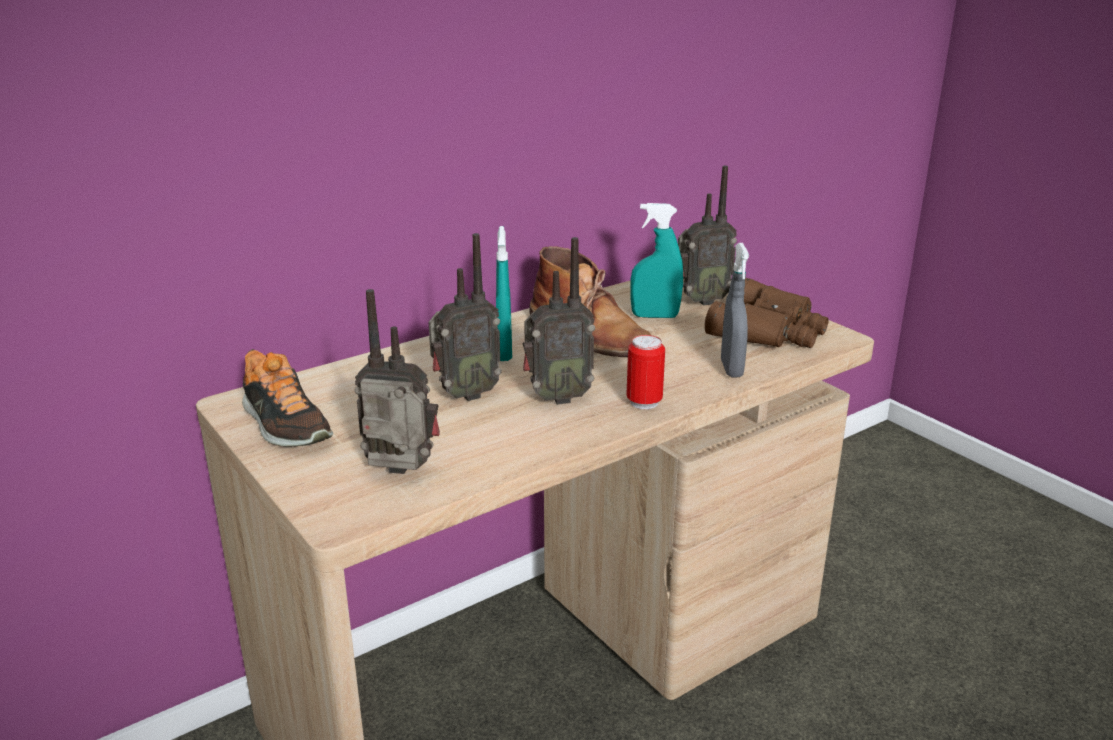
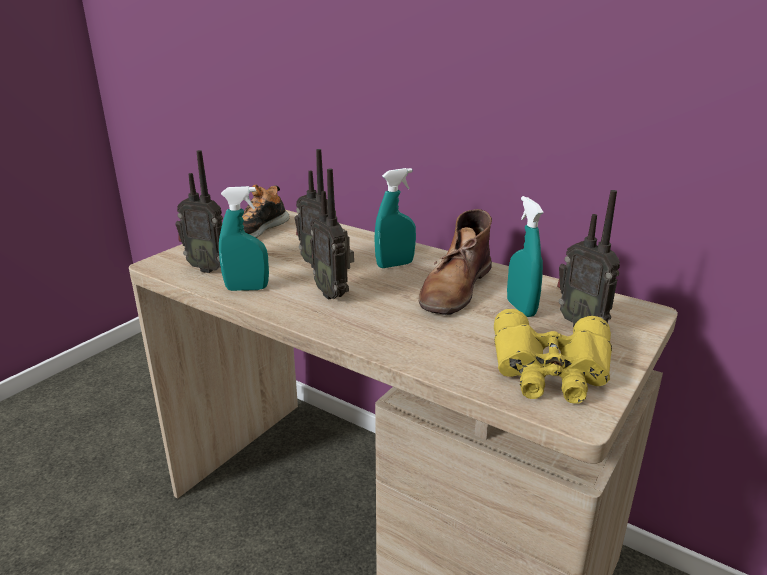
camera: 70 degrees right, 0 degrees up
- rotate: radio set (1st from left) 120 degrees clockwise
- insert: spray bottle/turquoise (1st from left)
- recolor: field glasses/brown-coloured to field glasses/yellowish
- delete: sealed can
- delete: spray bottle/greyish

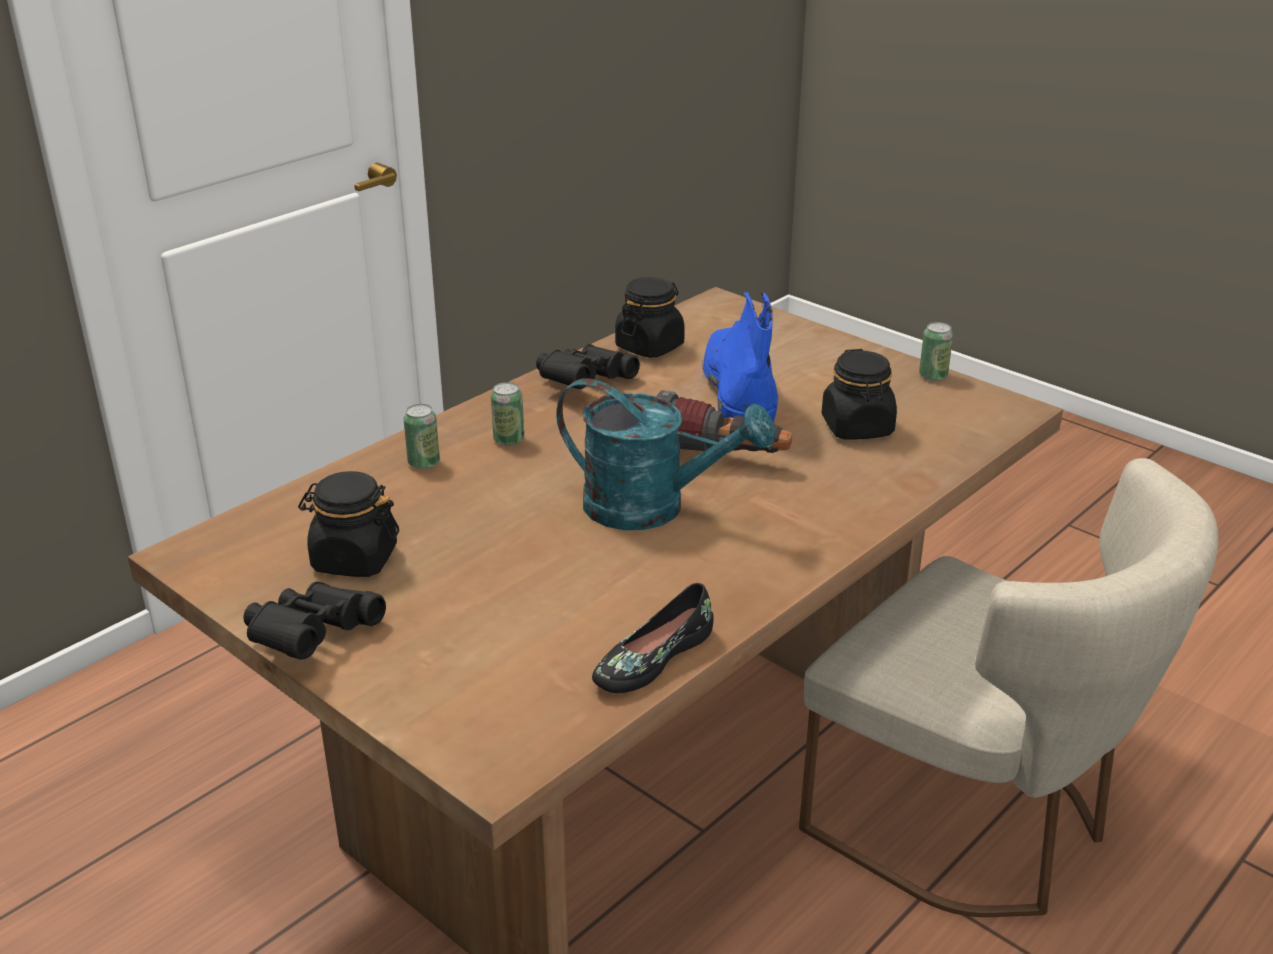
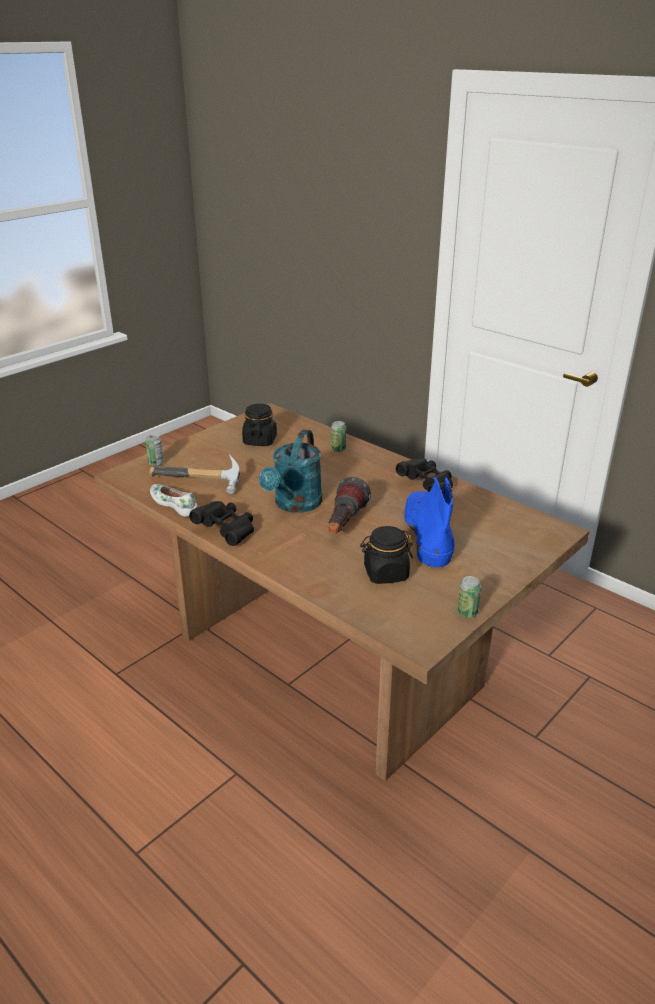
camera: 90 degrees right, 0 degrees up
- move: sealed can (2nd from left in the first image) to sealed can (1st from left)
- insert: hand hammer
- recolor: shoe/black-coloured to shoe/white
- move: field glasses/black-coloured (1st from left)
- rotate: tall boot/blue-coloured 90 degrees counterclockwise
- delete: jar/black-coloured (2nd from left)
- delete: plain chair/beige

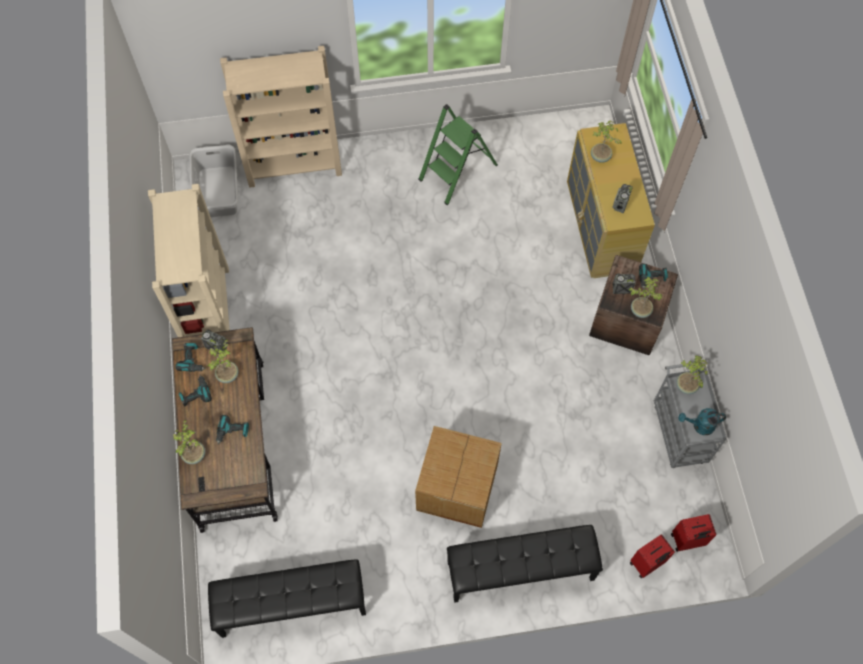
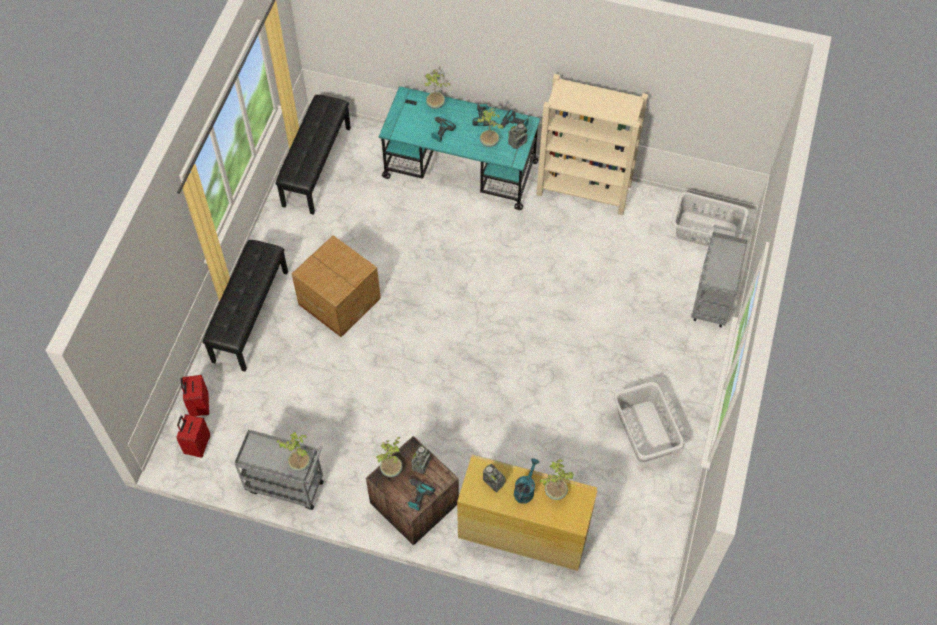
camera: 115 degrees right, 5 degrees down
- recolor: desk table/brown-coloured to desk table/turquoise
- move: sprinkling can/turquoise
- replace: stepladder/green to laundry basket/greyish (1st from left)
- replace: bookcase/beige (2nd from left) to trolley/greyish (2nd from left)

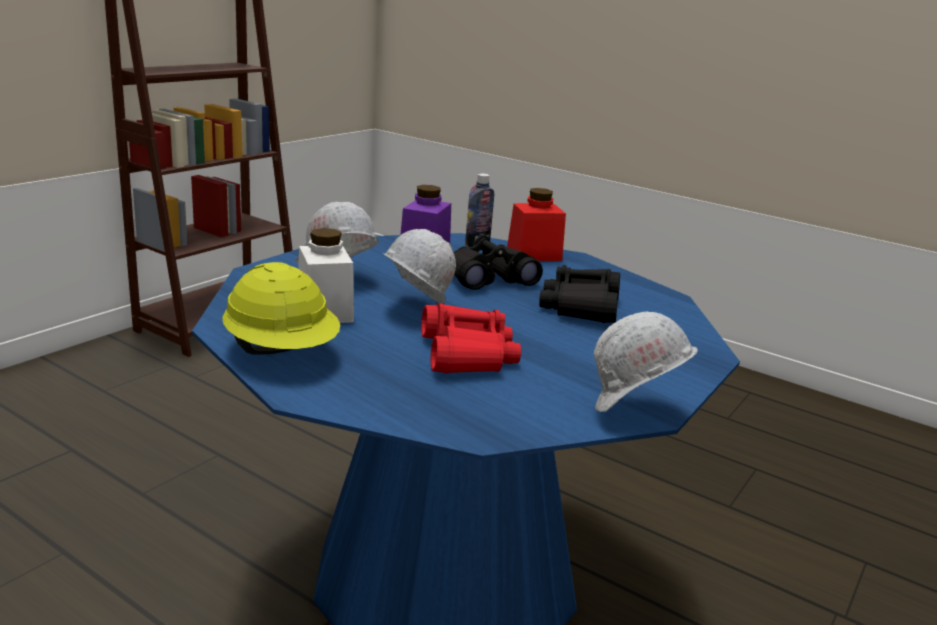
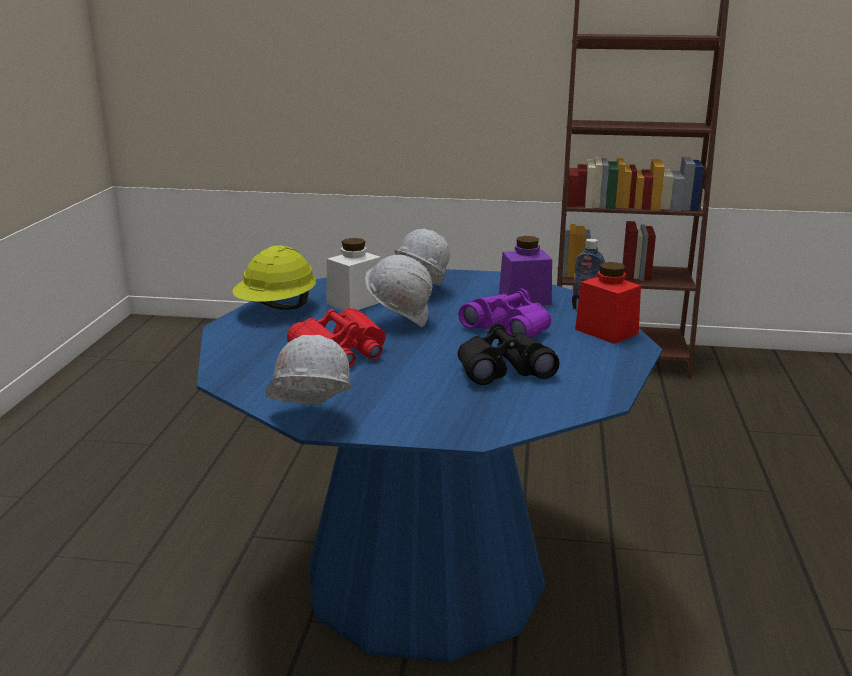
camera: 65 degrees right, 0 degrees up
- recolor: field glasses/black-coloured (1st from left) to field glasses/purplish

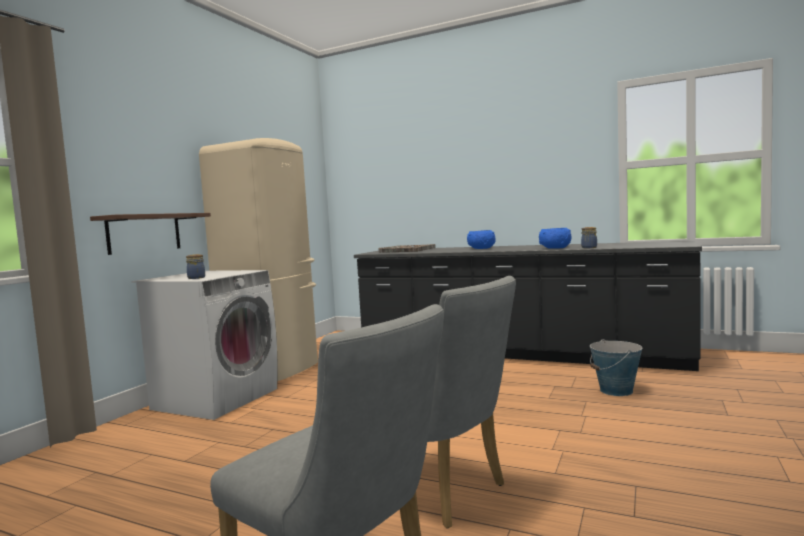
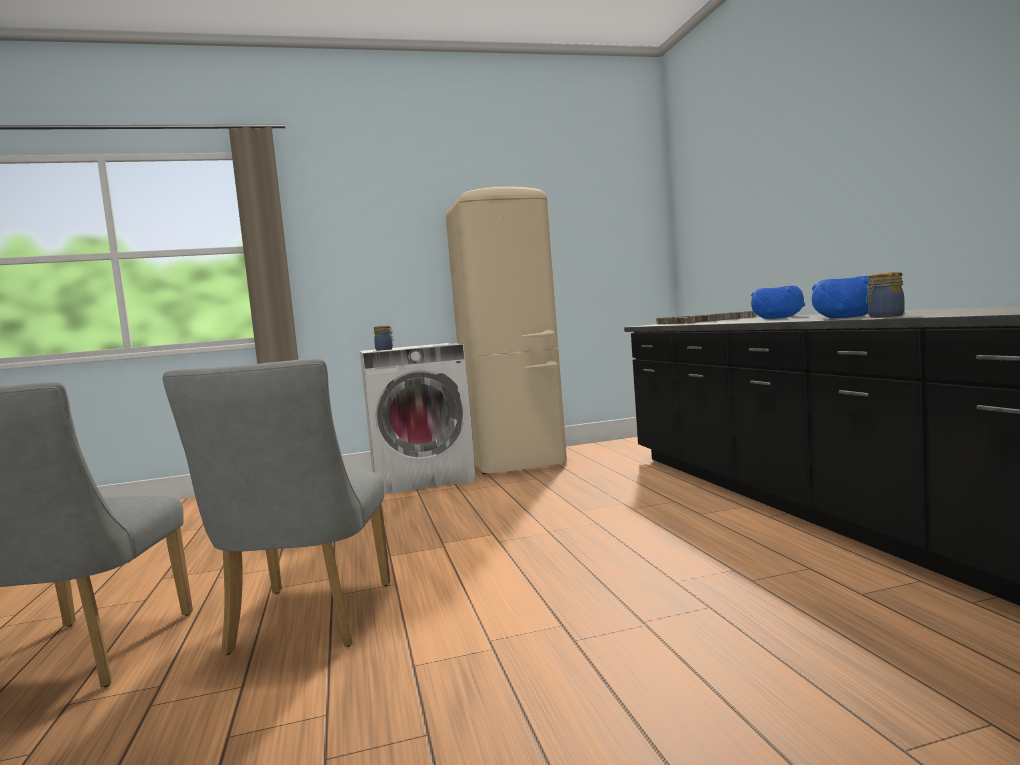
camera: 50 degrees right, 0 degrees up
- delete: wall shelf/brown-coloured
- delete: bucket

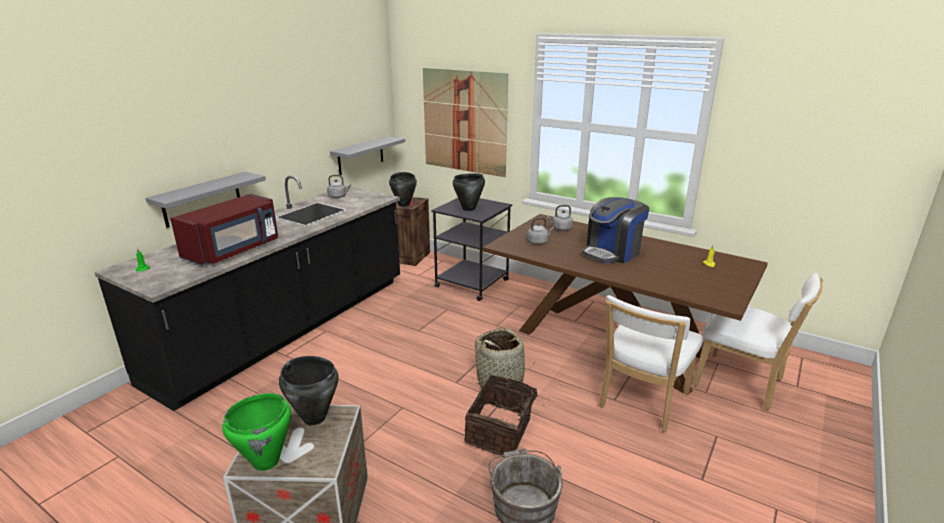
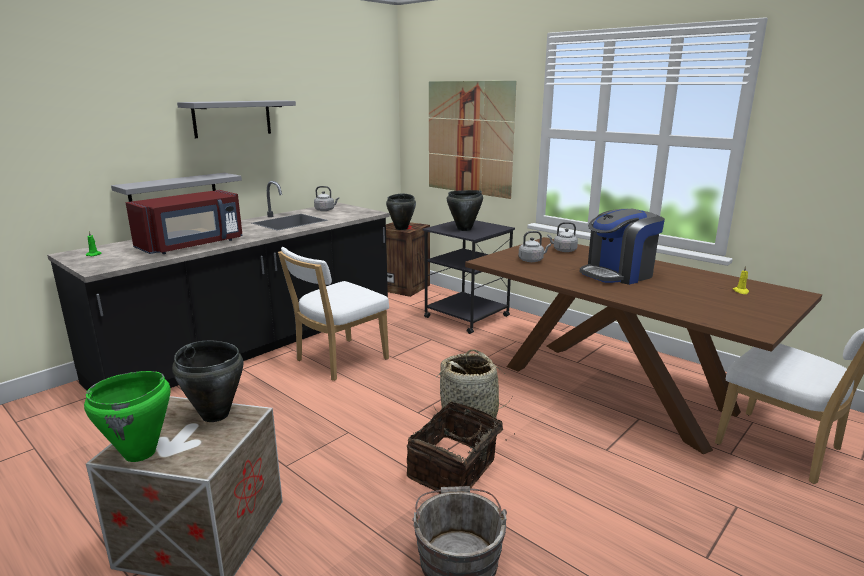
camera: 10 degrees right, 5 degrees down
- move: wall shelf/greyish (2nd from left)
- move: plain chair/white (1st from left)

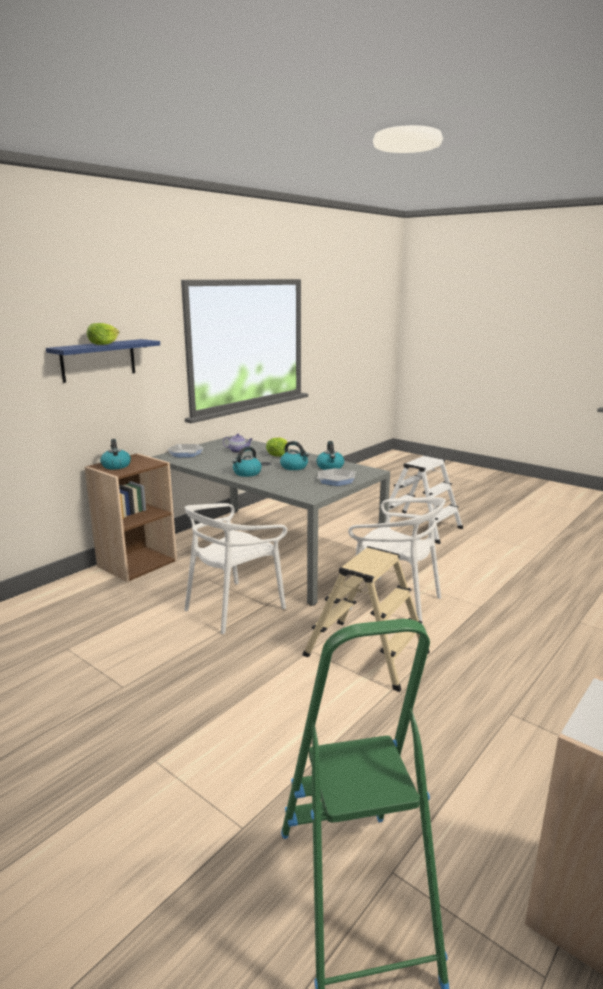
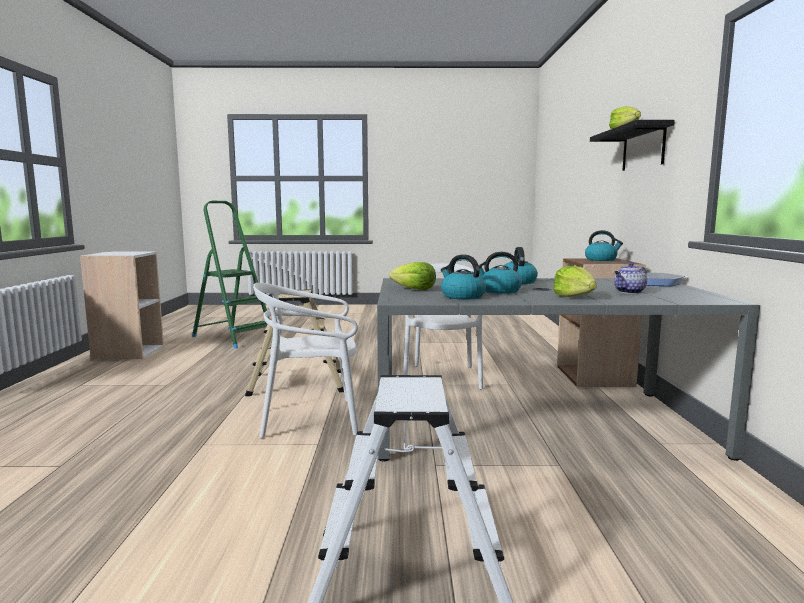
camera: 140 degrees right, 10 degrees down
- replace: frying pan (2nd from left) to lettuce head (1st from left)
- recolor: wall shelf/blue-coloured to wall shelf/black-coloured

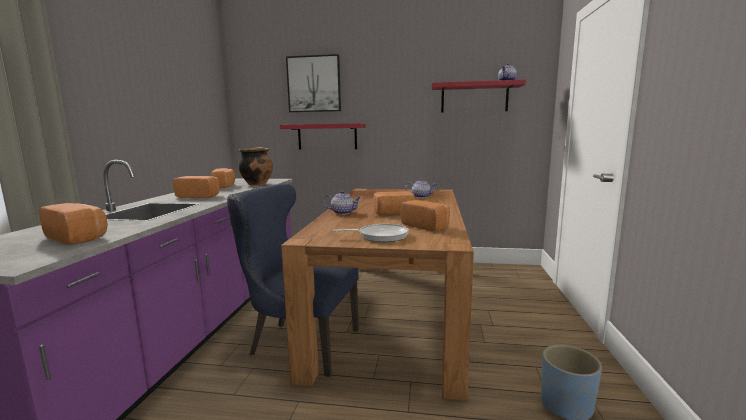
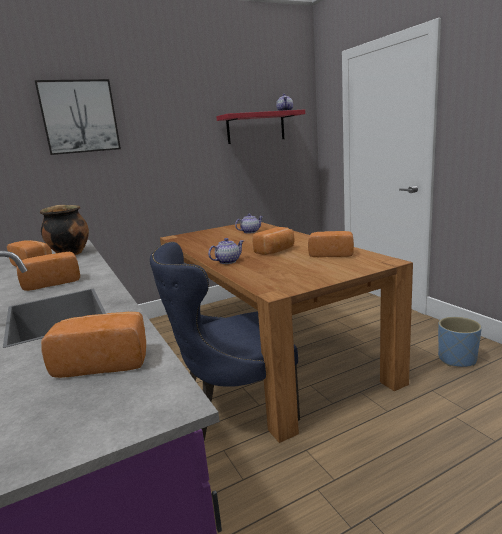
camera: 35 degrees left, 5 degrees up
- delete: wall shelf/red (1st from left)
- delete: frying pan

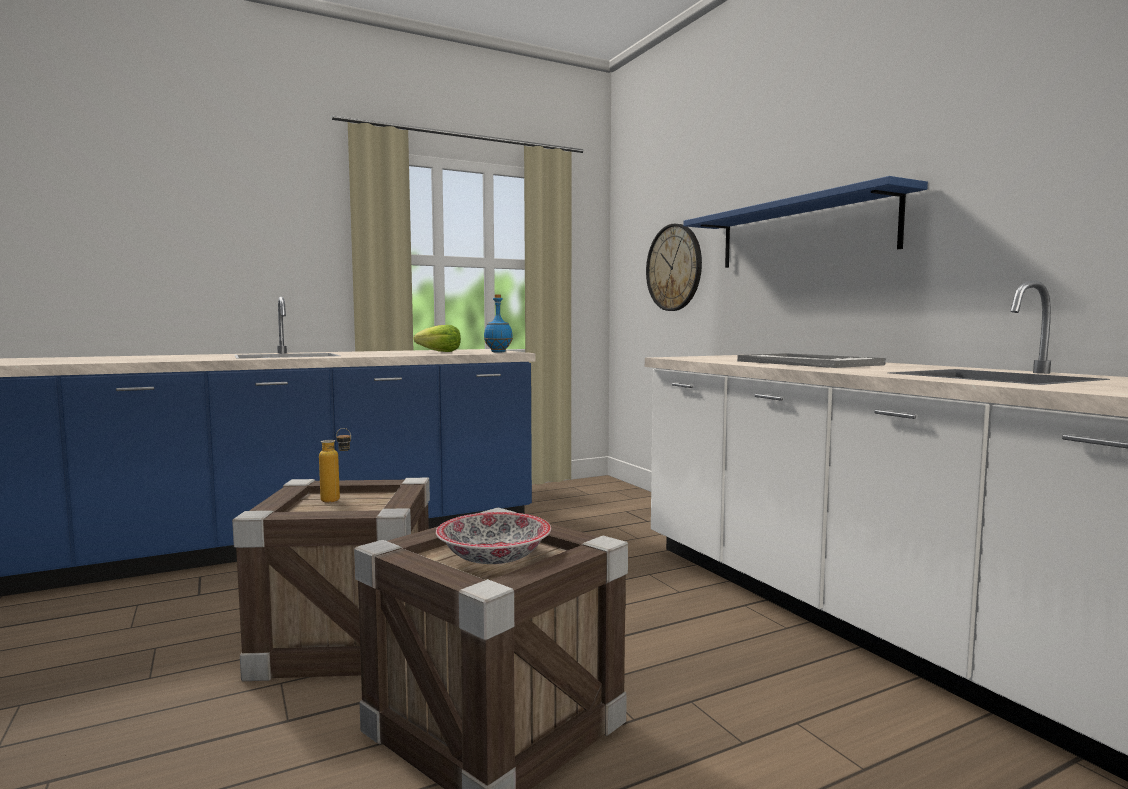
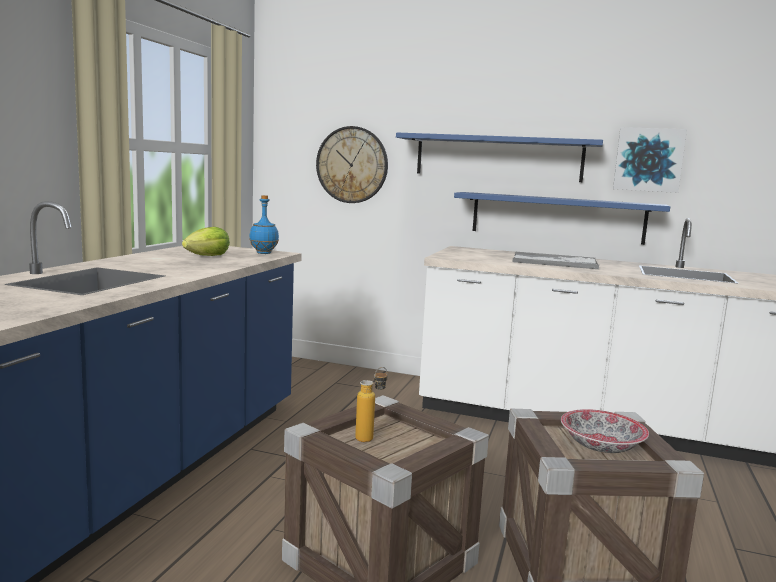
camera: 45 degrees left, 5 degrees up
- insert: wall shelf/blue-coloured (2nd from left)
- insert: picture

